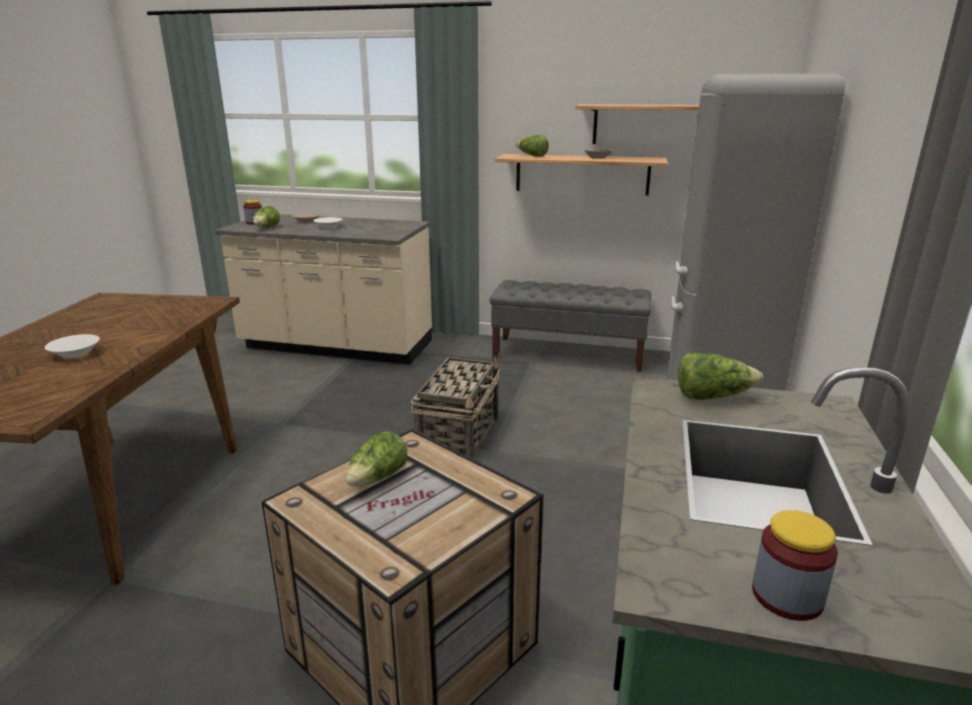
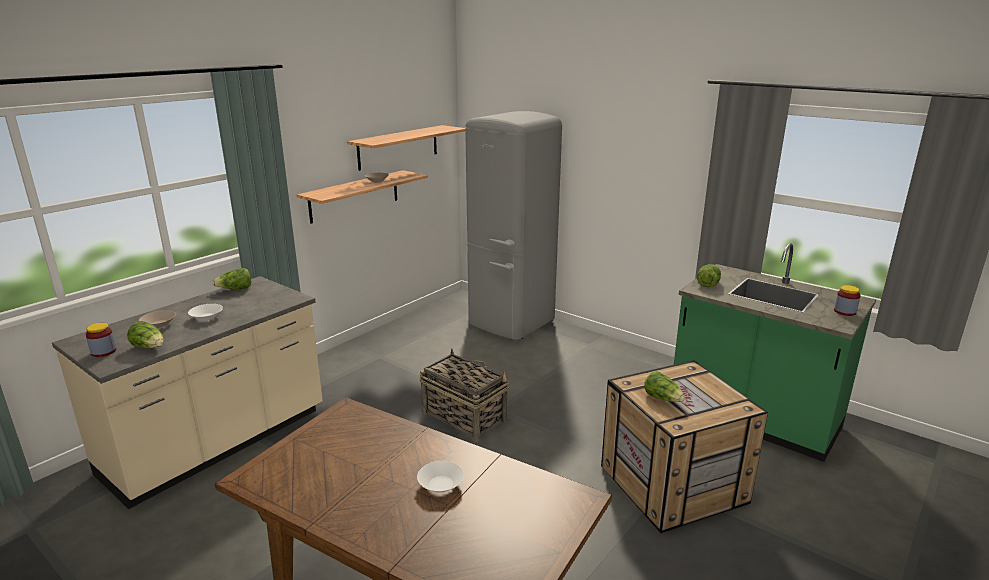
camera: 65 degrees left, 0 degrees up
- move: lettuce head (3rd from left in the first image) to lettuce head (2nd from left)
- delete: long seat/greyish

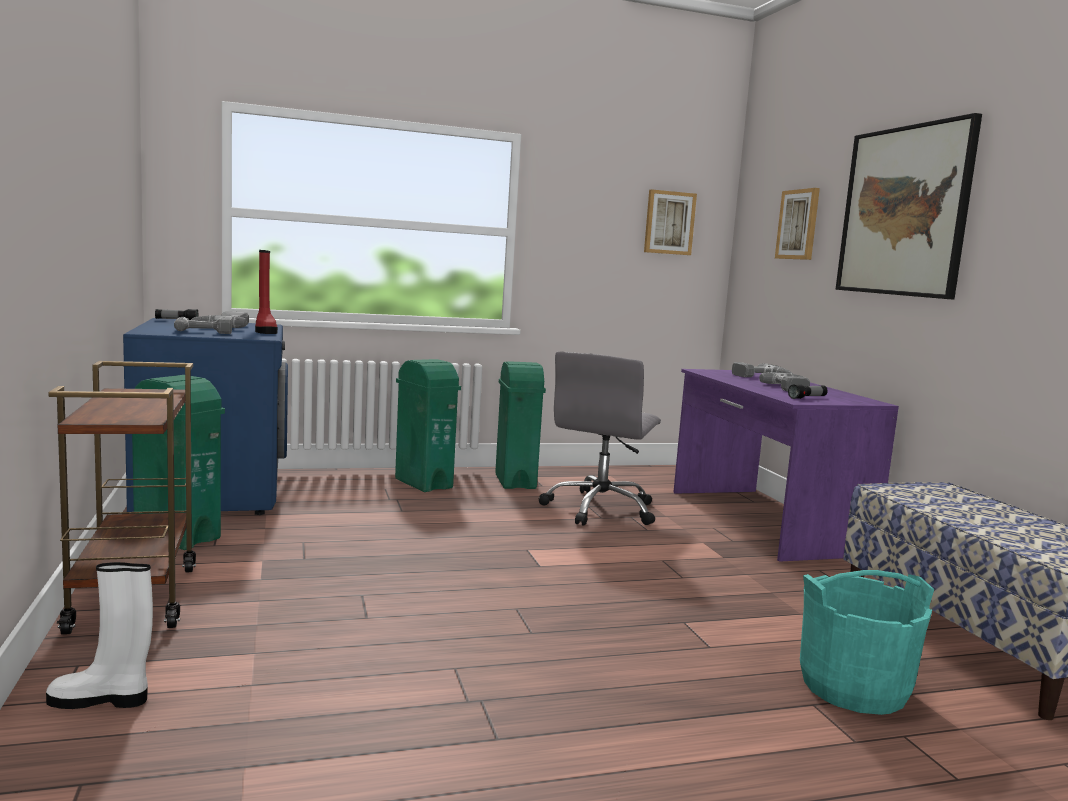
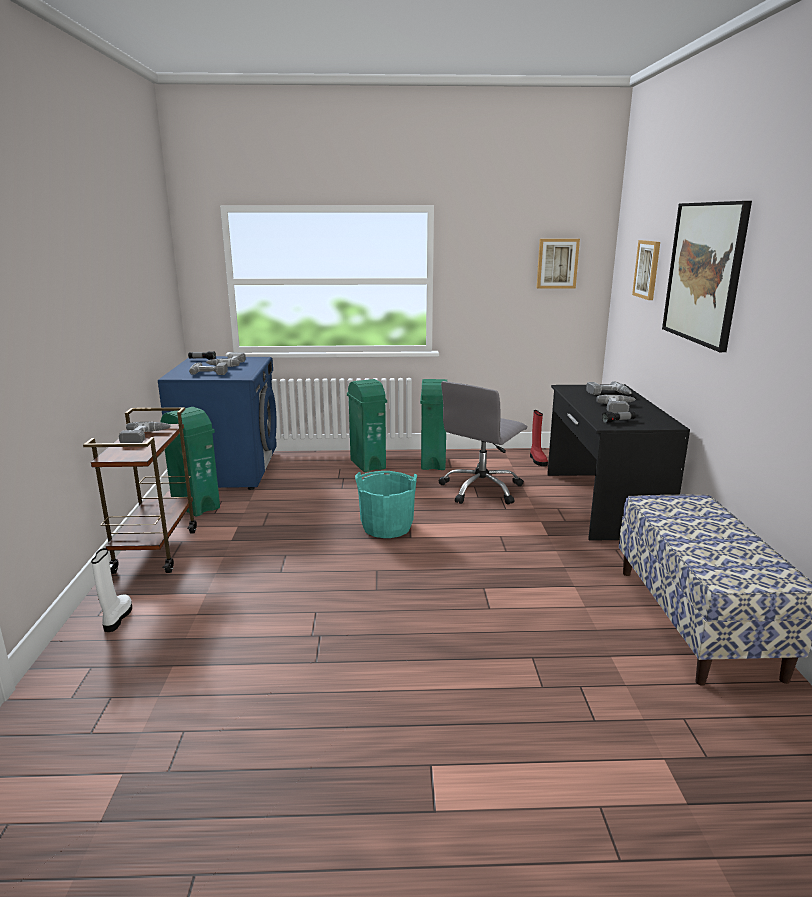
camera: 15 degrees right, 10 degrees up
- rotate: tall boot/white 75 degrees clockwise
- insert: power drill (1st from left)
- move: bucket/turquoise
- move: tall boot/red
- recolor: desk table/purplish to desk table/black-coloured

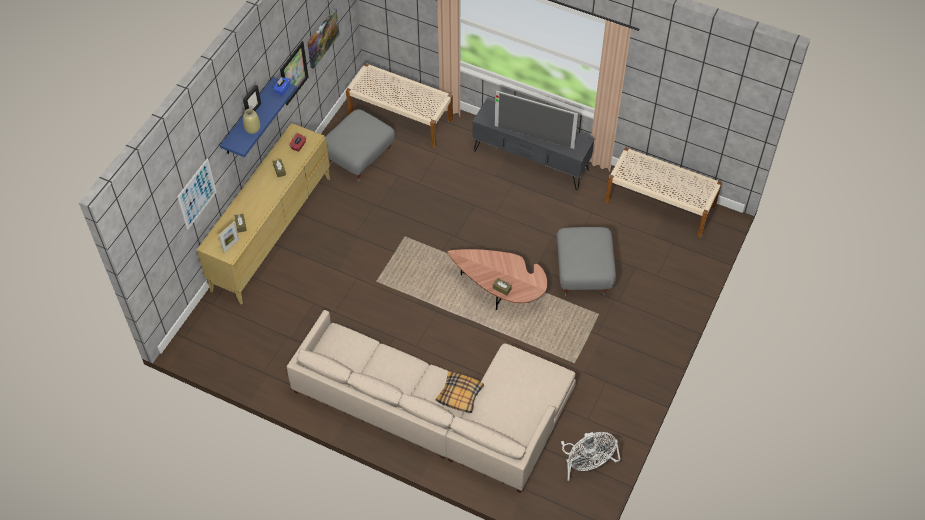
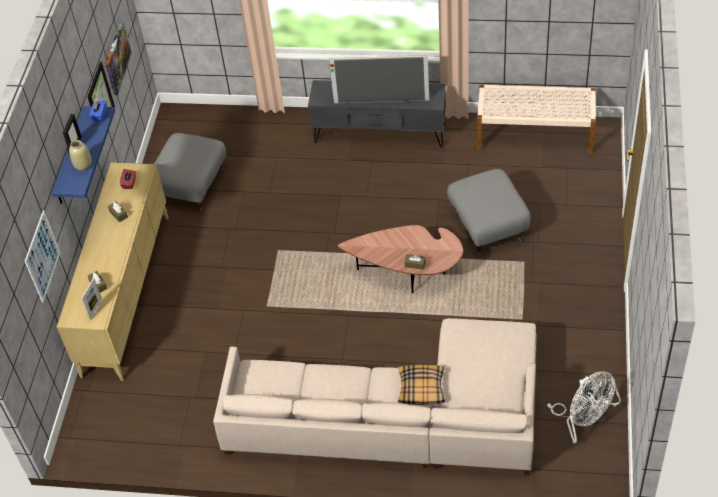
camera: 15 degrees left, 5 degrees down
- delete: long seat/beige (1st from left)

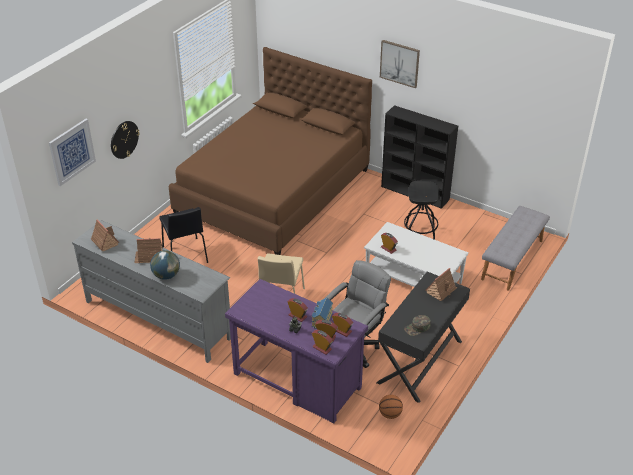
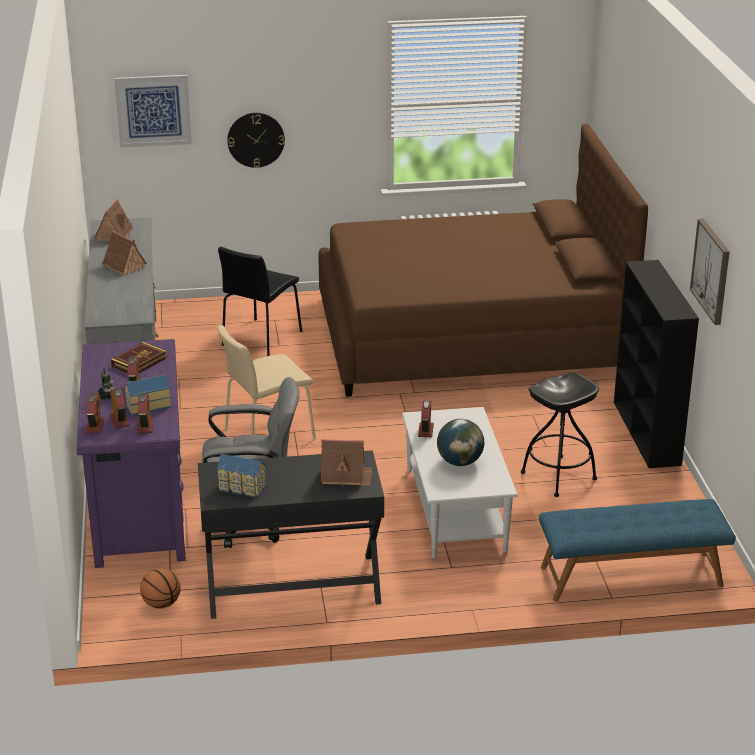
camera: 50 degrees right, 10 degrees down
- insert: book
- replace: peaked cap/green to miniature house (4th from left)
- move: desk globe
- recolor: long seat/greyish to long seat/blue-coloured
- move: picture (2nd from left)

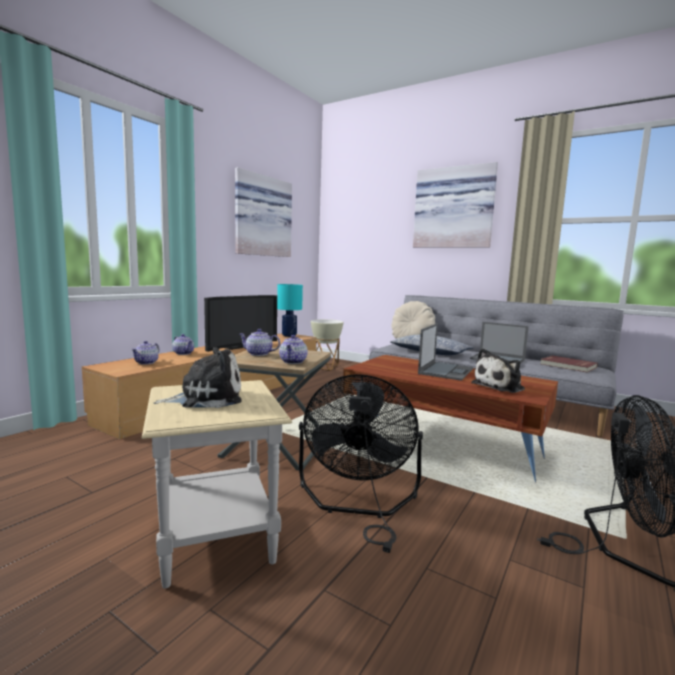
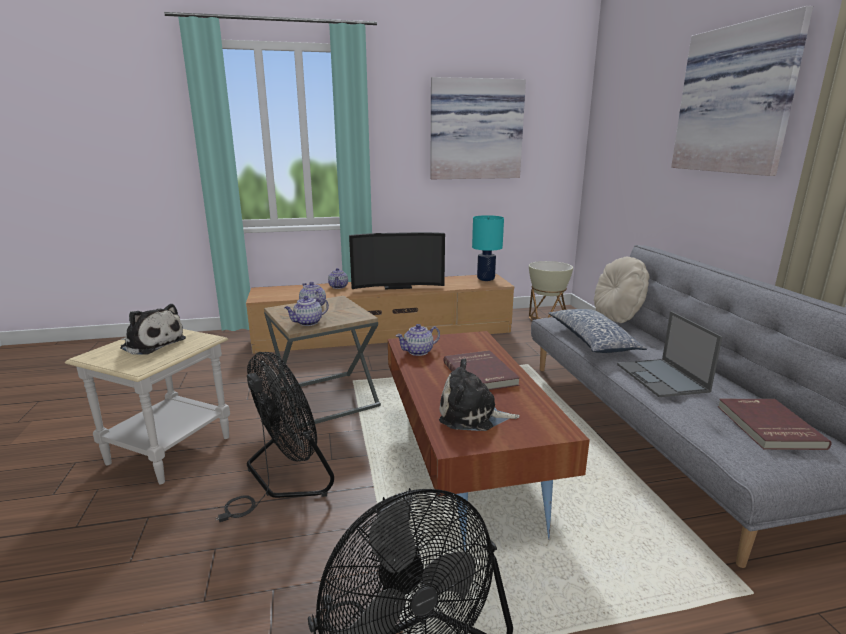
camera: 45 degrees right, 10 degrees up
- move: pot for tea (1st from left in the first image) to pot for tea (4th from left)
- replace: portable computer (1st from left) to book/red (1st from left)

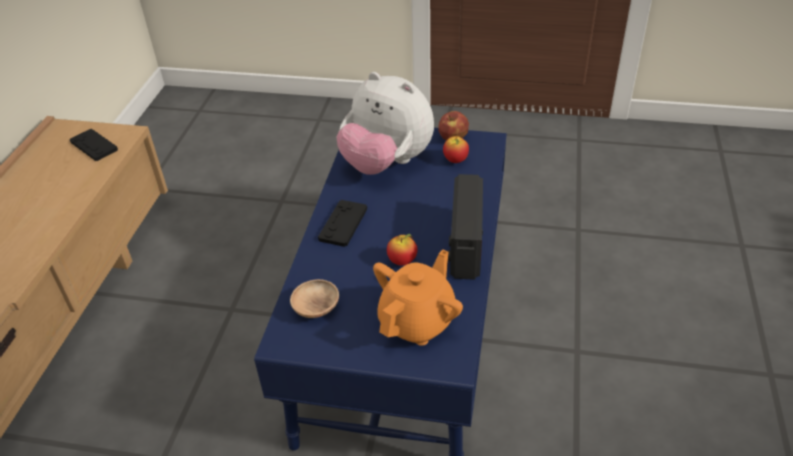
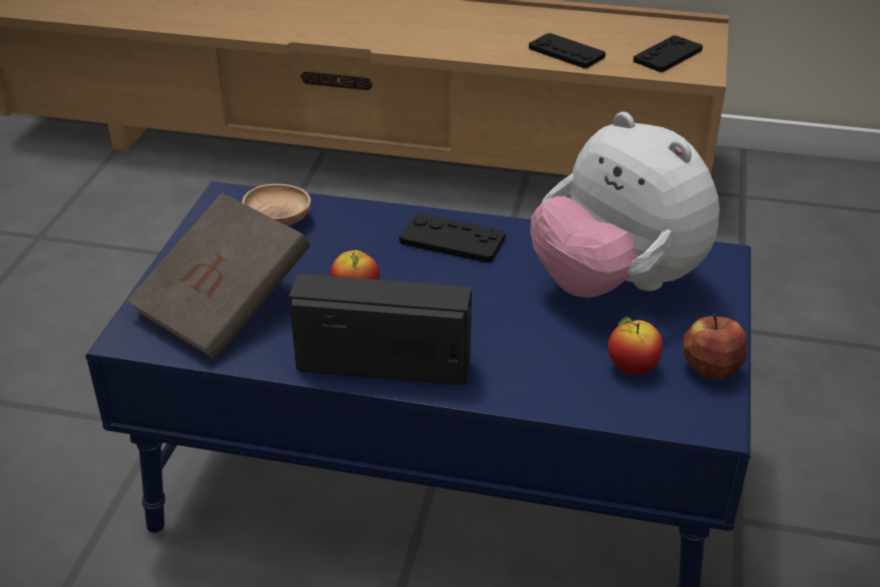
camera: 90 degrees right, 5 degrees down
- replace: pot for tea/orangey to book/brown-coloured
- insert: gamepad/black-coloured (2nd from left)
- rotate: soft toy 75 degrees counterclockwise

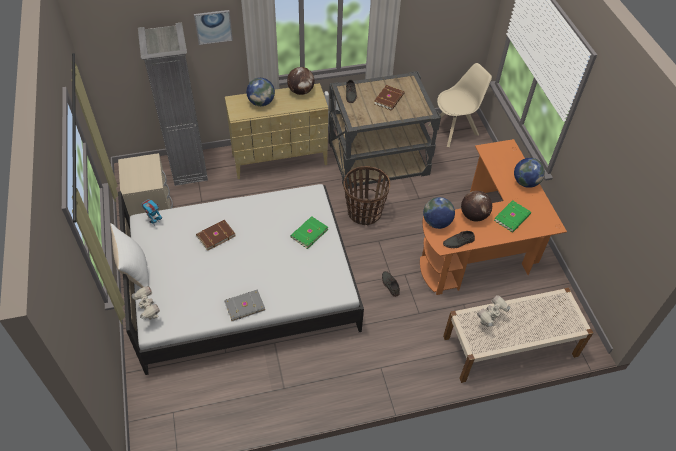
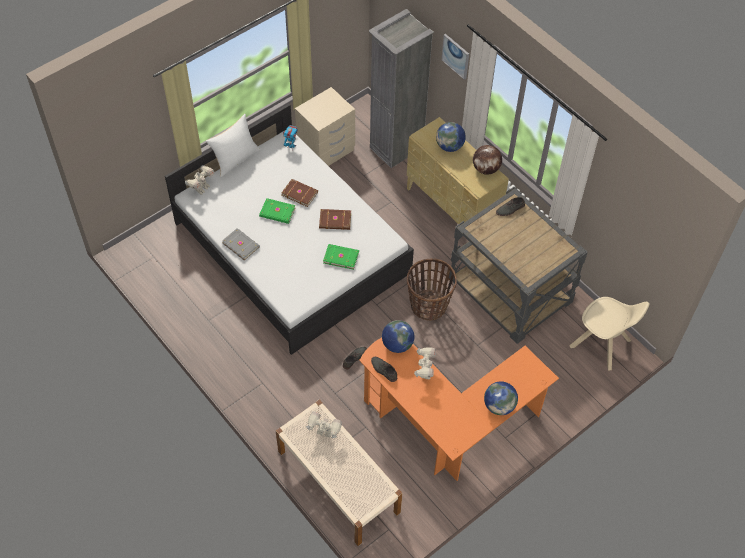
camera: 65 degrees right, 5 degrees up
- move: book/green (2nd from left in the first image) to book/green (1st from left)
- move: book/brown-coloured (2nd from left)
- replace: desk globe (4th from left) to robot figure (4th from left)

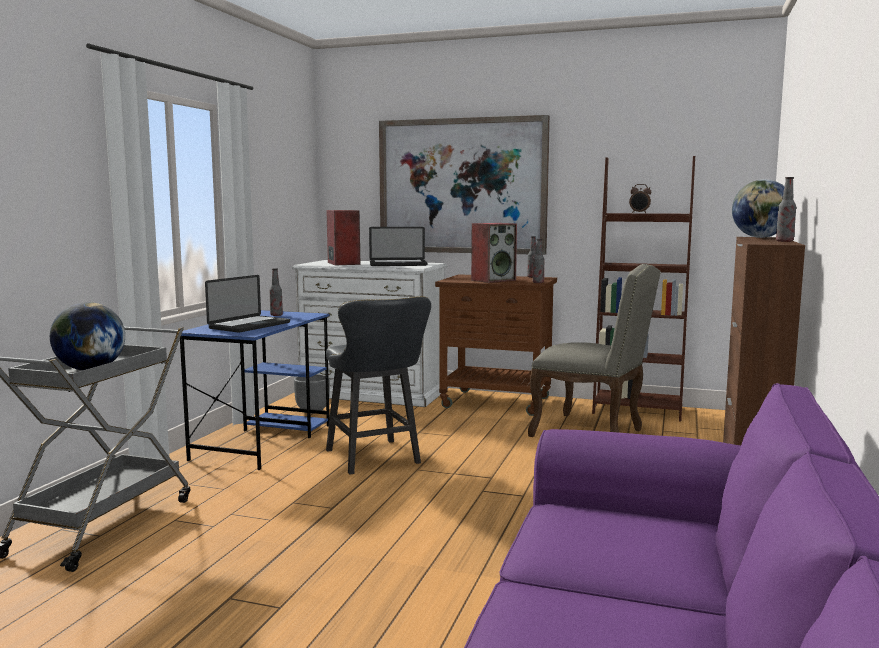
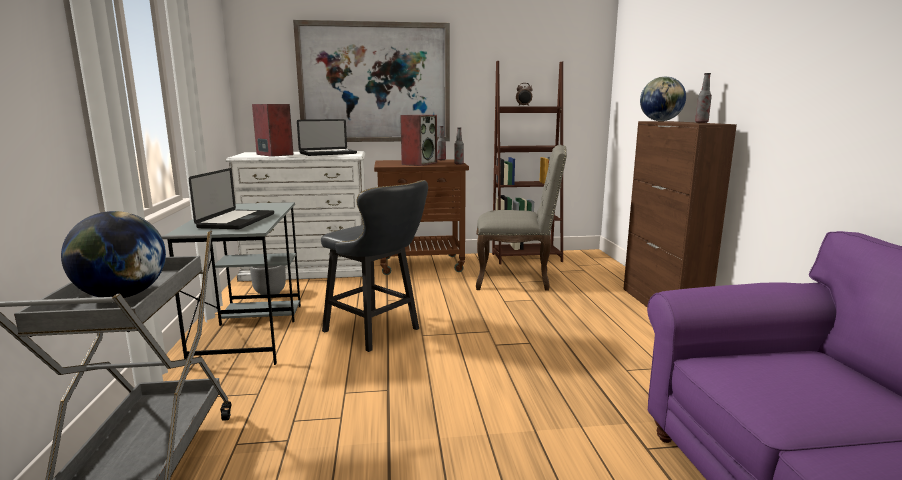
camera: 25 degrees left, 5 degrees up
- recolor: desk table/blue-coloured to desk table/greyish
- delete: drink bottle (1st from left)

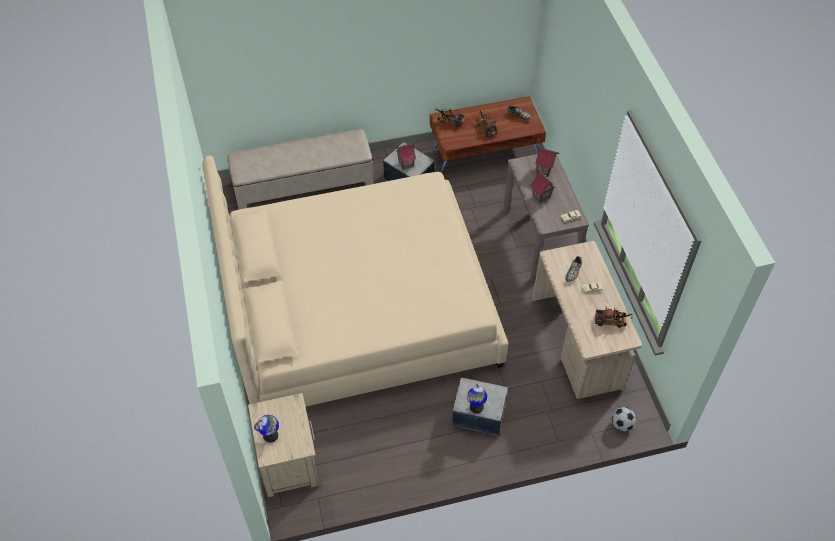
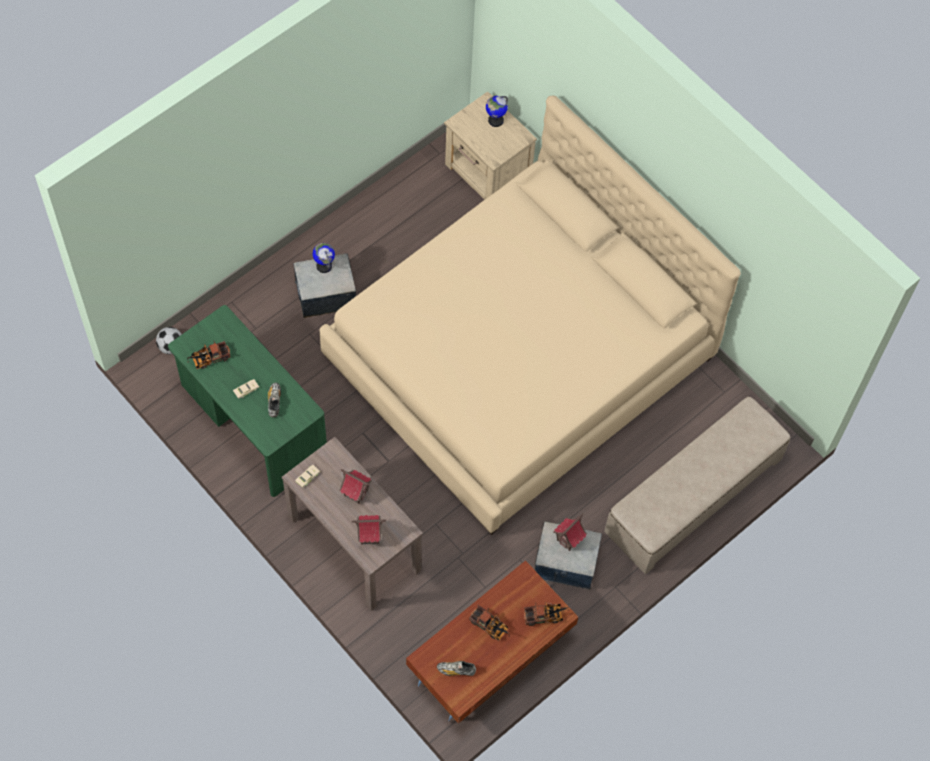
camera: 150 degrees right, 10 degrees up
- recolor: desk table/beige to desk table/green

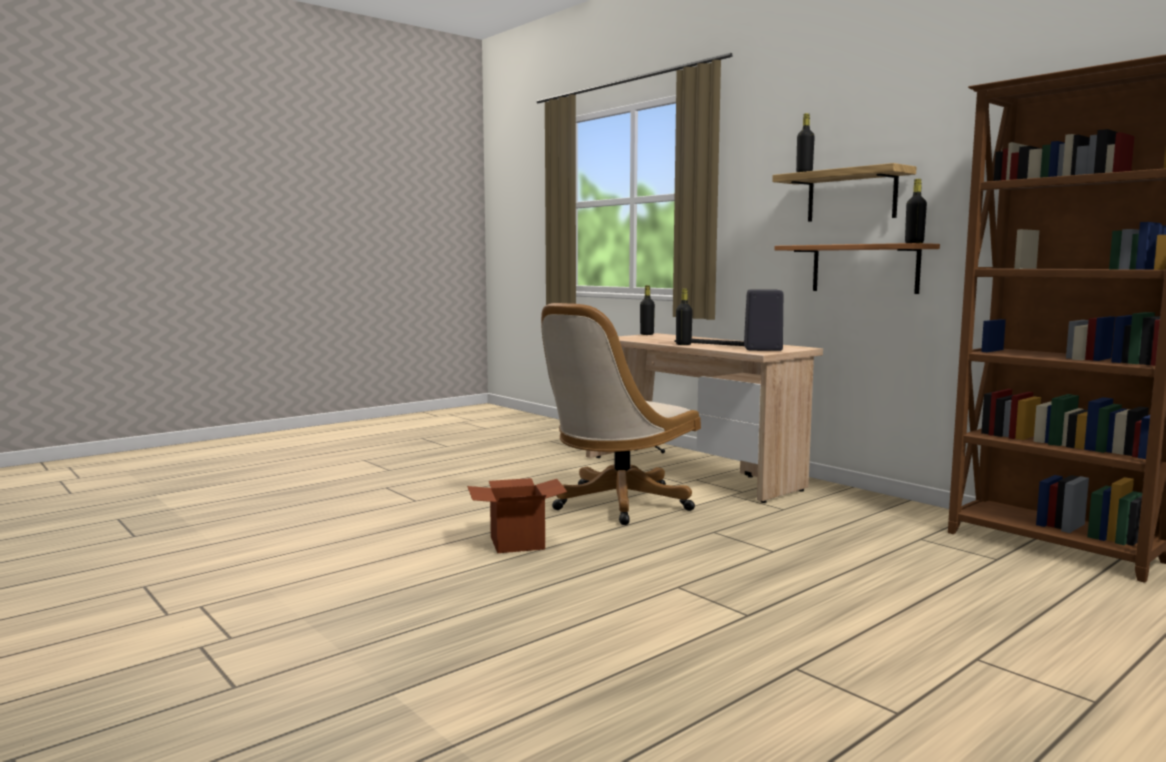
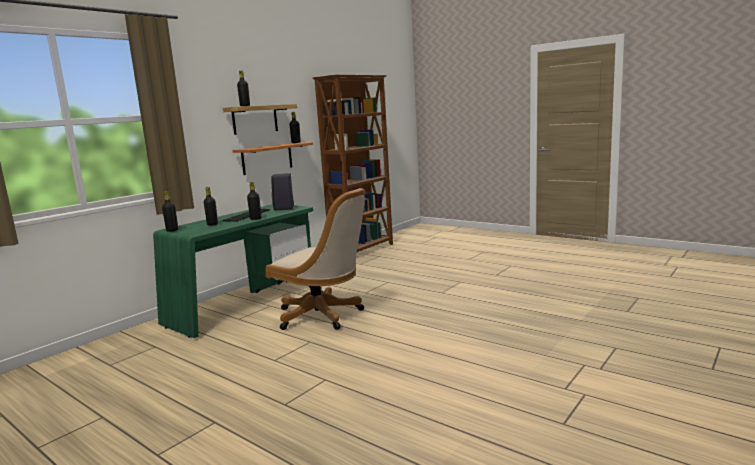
camera: 100 degrees left, 5 degrees up
- recolor: desk table/beige to desk table/green
- insert: drink bottle/black-coloured (2nd from left)
- delete: carton

